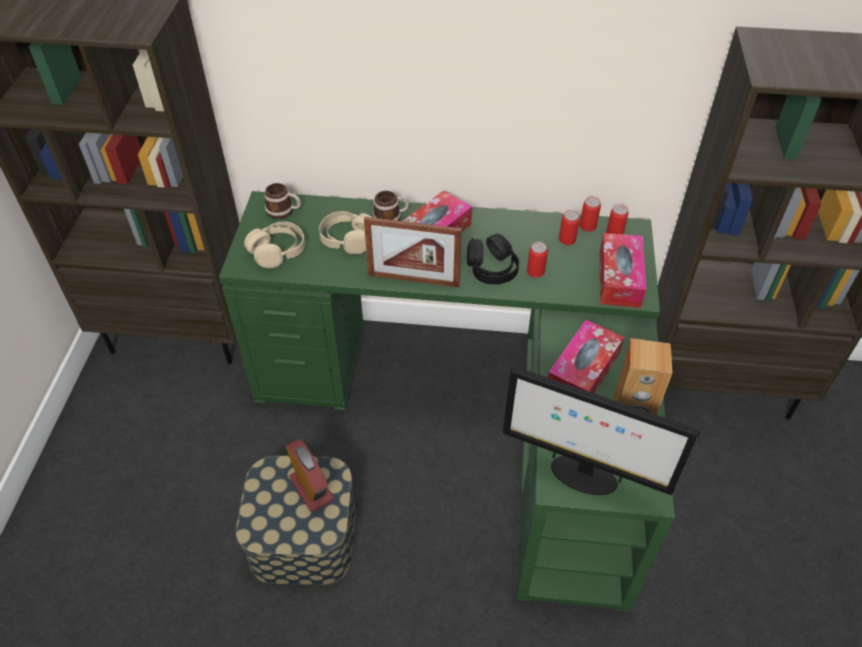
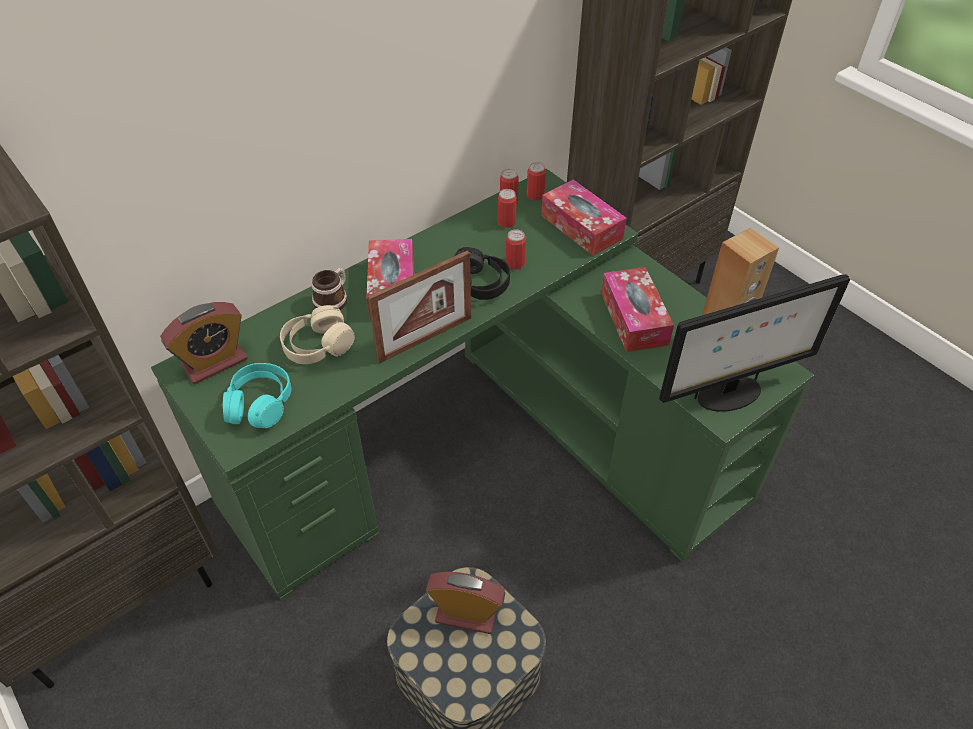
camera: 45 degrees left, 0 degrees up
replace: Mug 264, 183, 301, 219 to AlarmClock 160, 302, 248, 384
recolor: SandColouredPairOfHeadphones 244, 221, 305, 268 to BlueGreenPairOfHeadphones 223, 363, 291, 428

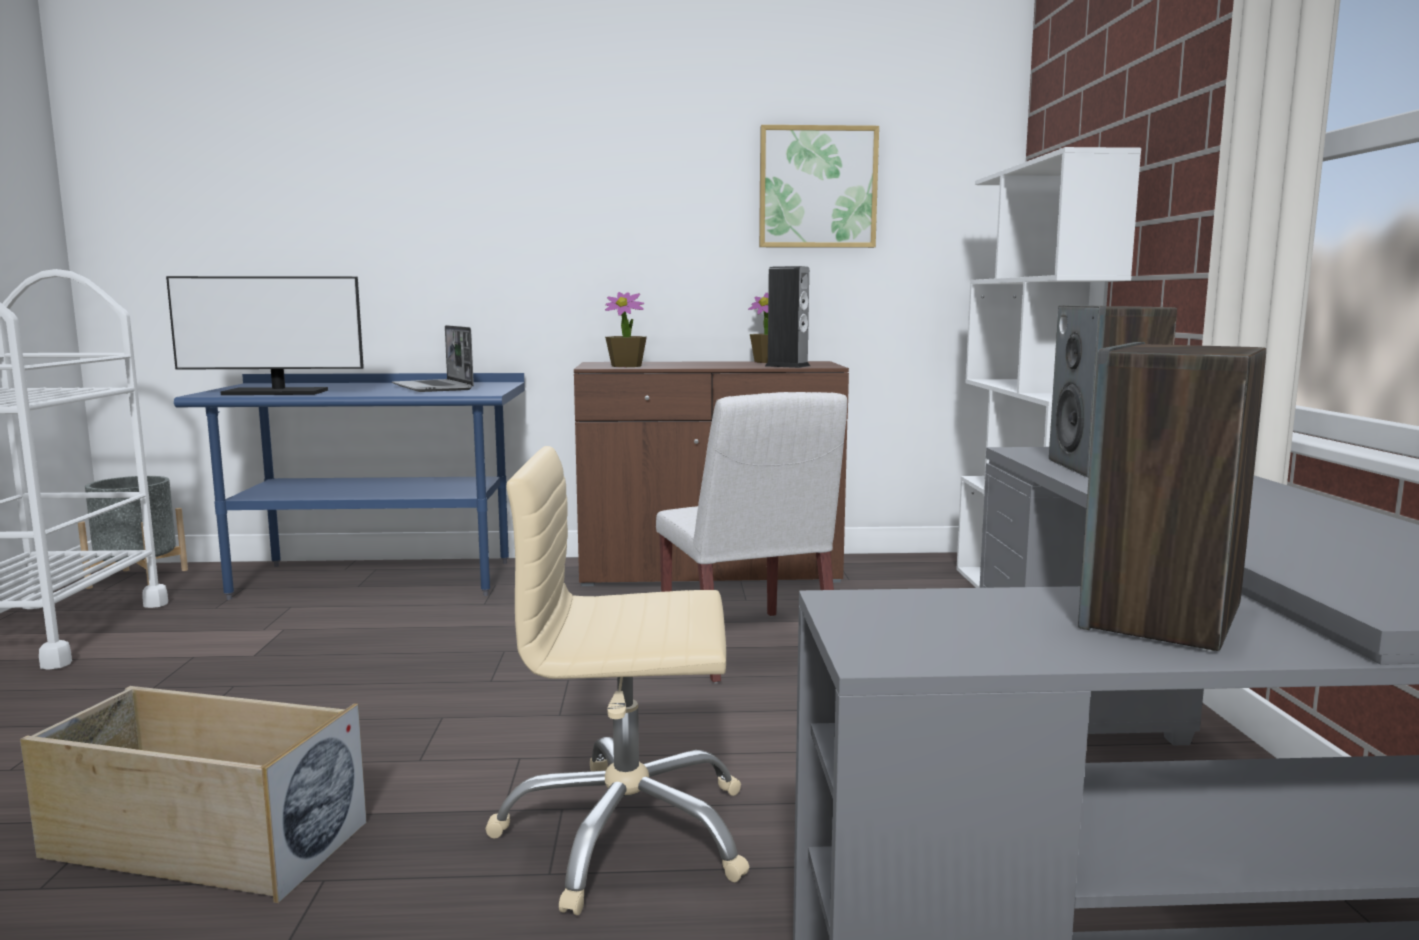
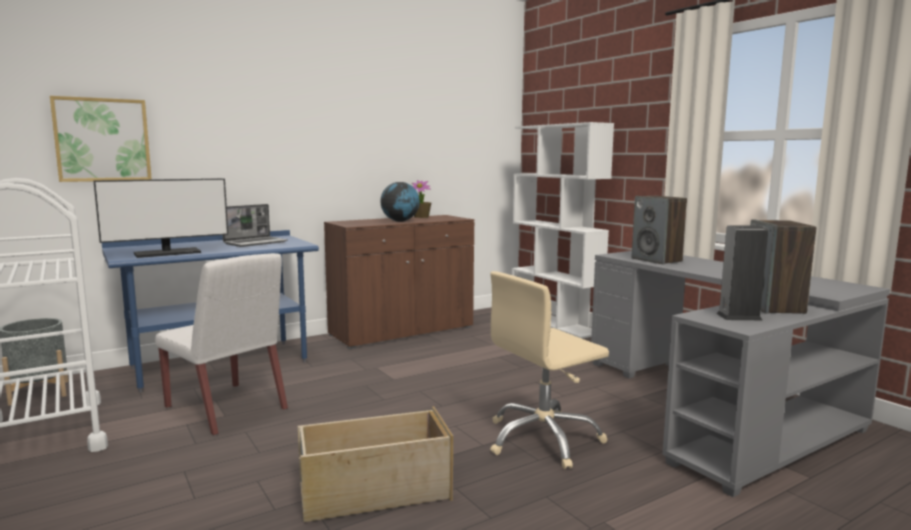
camera: 30 degrees left, 0 degrees up
delete: PottedPlant 605, 292, 647, 367
insert: Globe 380, 182, 420, 222
move: WhitePlainChair 656, 392, 847, 683 to 155, 253, 288, 436; WallArt 759, 125, 879, 248 to 50, 96, 152, 182; Speaker 765, 266, 810, 368 to 716, 225, 768, 320
rotate: PortableComputer 392, 325, 474, 392 = 223, 204, 288, 247 75 degrees counterclockwise

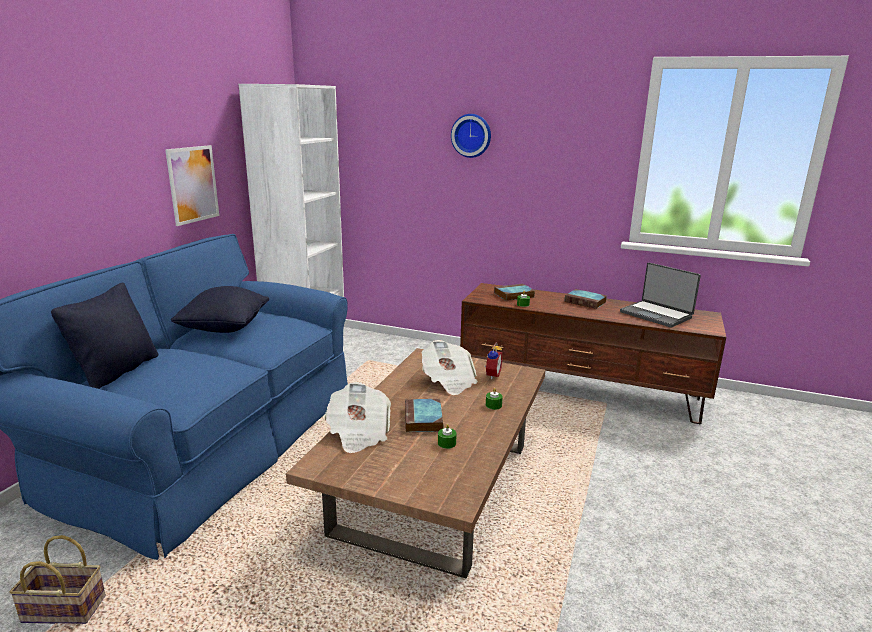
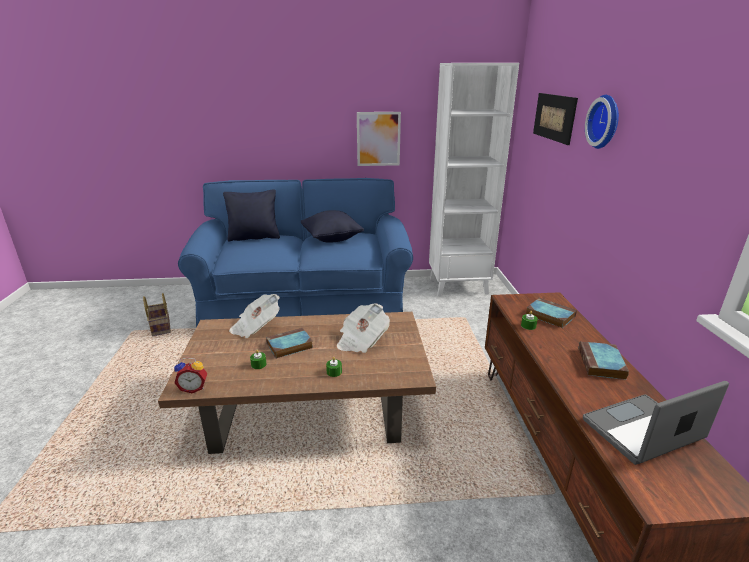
camera: 65 degrees right, 5 degrees up
insert: WallArt 533, 93, 578, 145
move: AlarmClock 484, 342, 502, 380 to 174, 357, 207, 393
rotate: PortableComputer 620, 263, 701, 328 = 583, 381, 729, 465 45 degrees clockwise

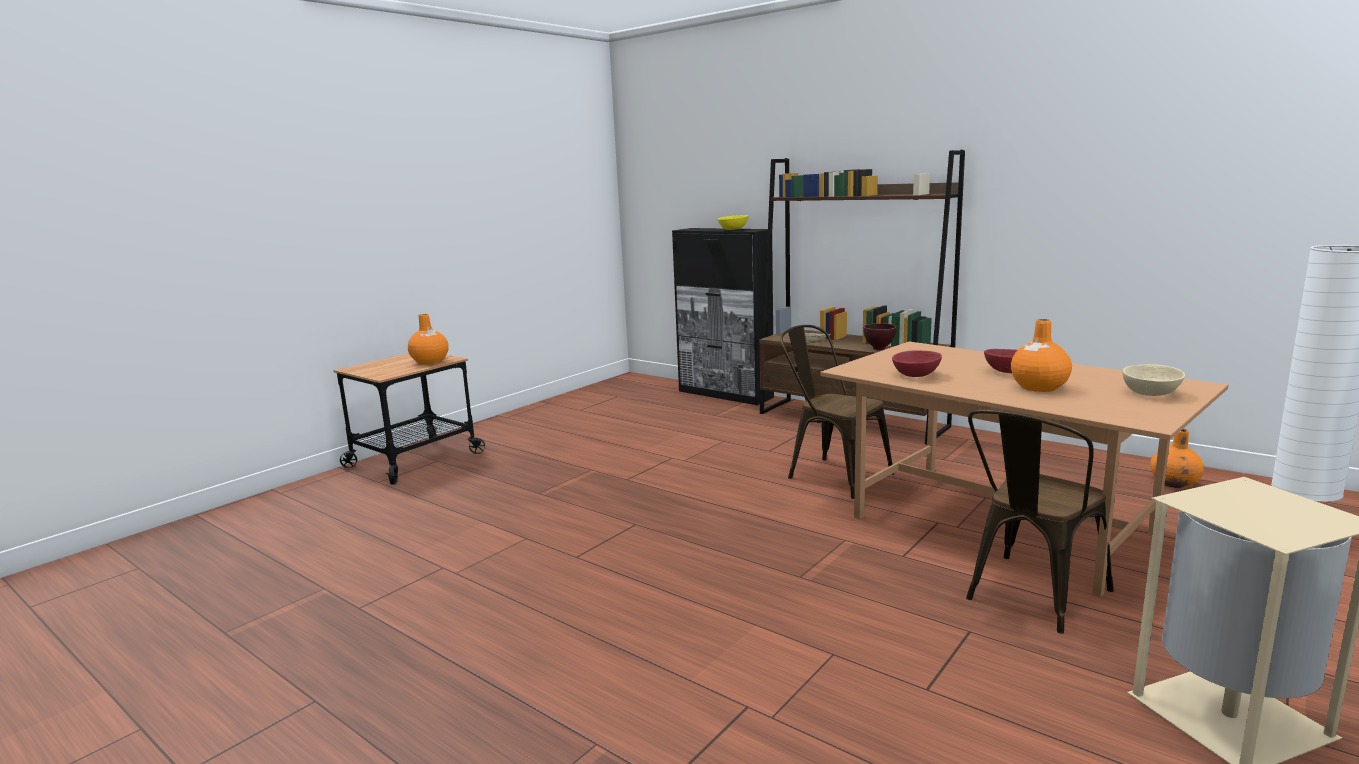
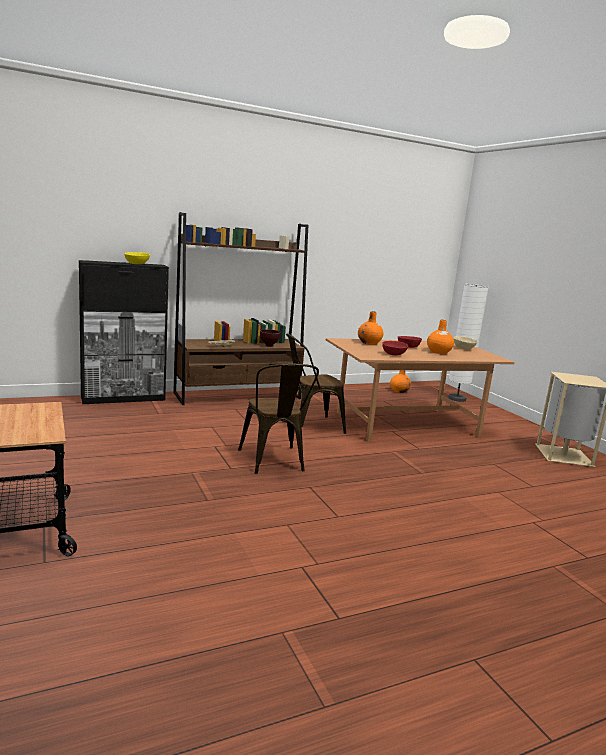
camera: 65 degrees left, 0 degrees up
move: OrangeyVase 408, 314, 449, 365 to 358, 311, 383, 345; BrownColouredPlainChair 966, 409, 1114, 634 to 238, 363, 319, 474

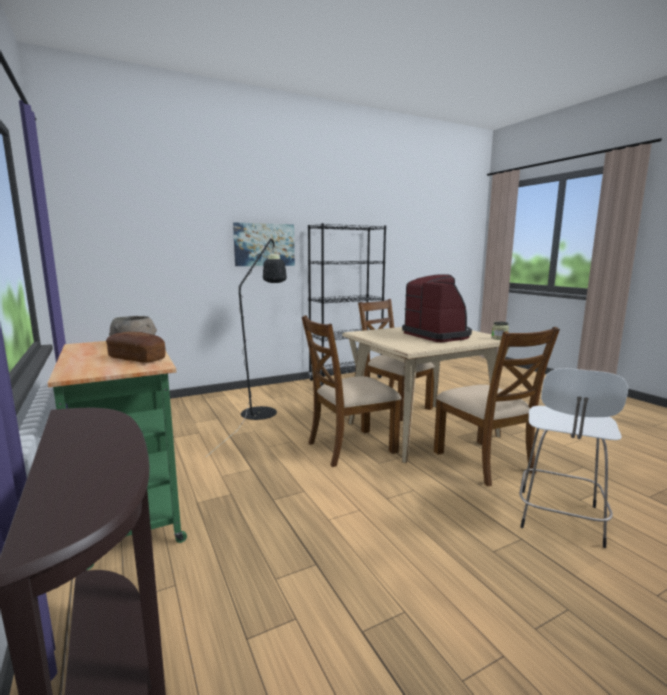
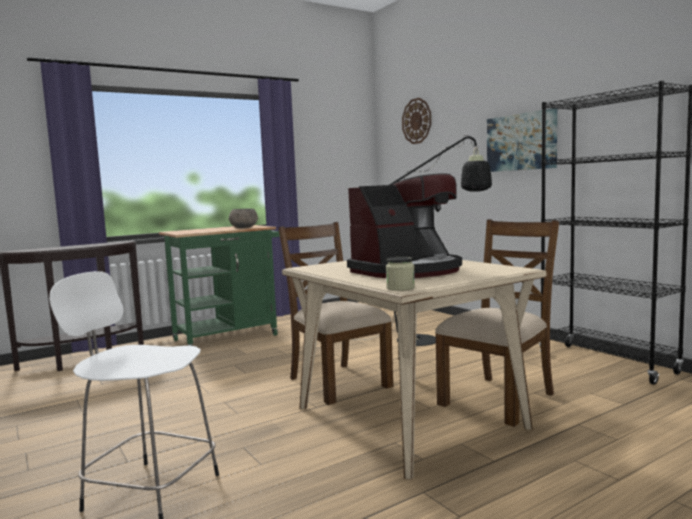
camera: 85 degrees right, 5 degrees down
delete: BakedBread 106, 332, 166, 363; BrownColouredPlainChair 434, 327, 560, 487
insert: ClockOnTheWall 402, 98, 431, 144

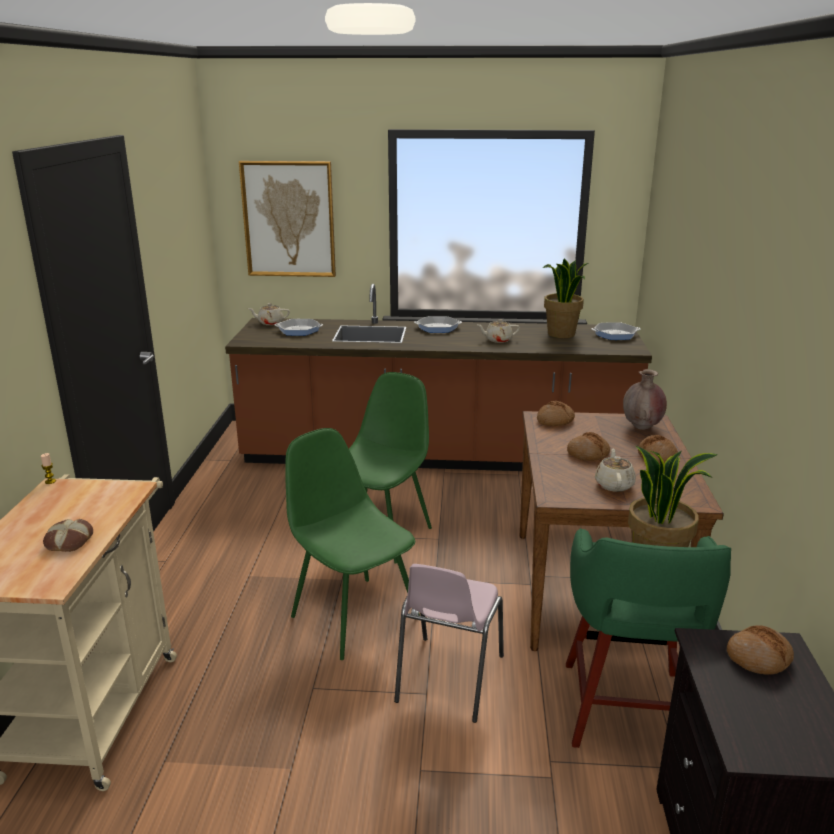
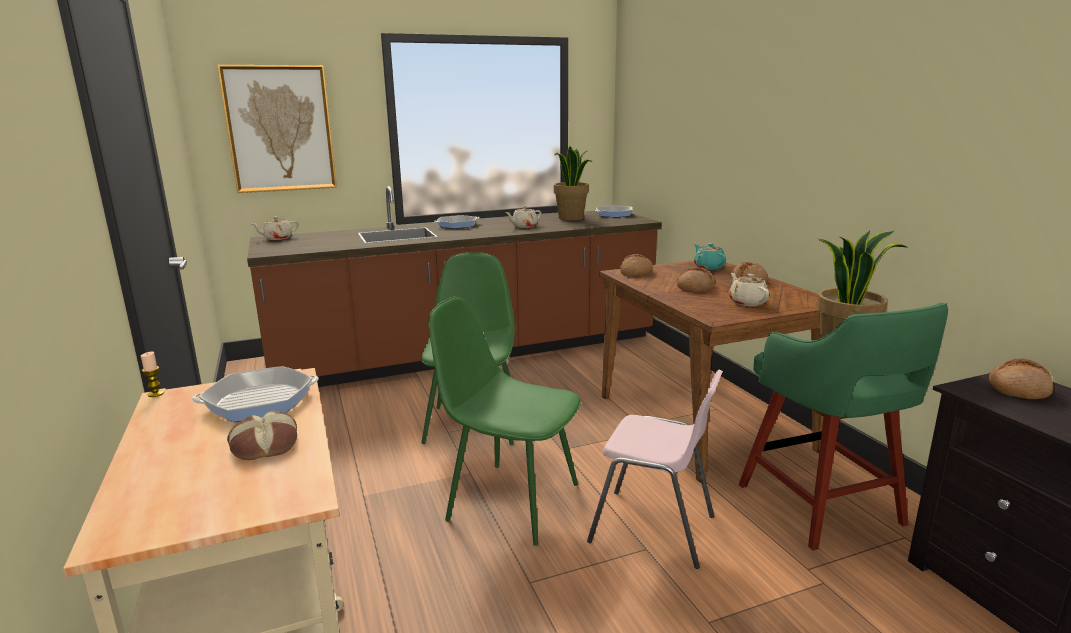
camera: 25 degrees left, 5 degrees down
move: Skillet 275, 319, 323, 336 to 192, 366, 319, 422
replace: BrownColouredVase 623, 369, 667, 430 to BlueGreenTeaPot 694, 243, 726, 270
rotate: PinkColouredPlainChair 394, 564, 504, 723 = 587, 369, 723, 569 60 degrees counterclockwise

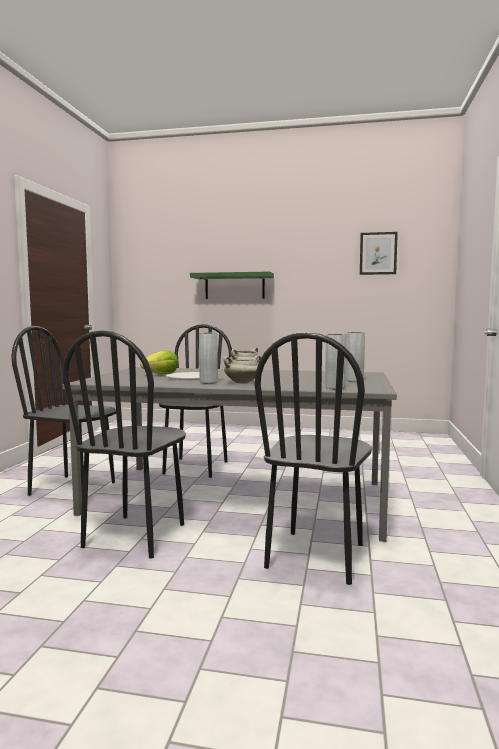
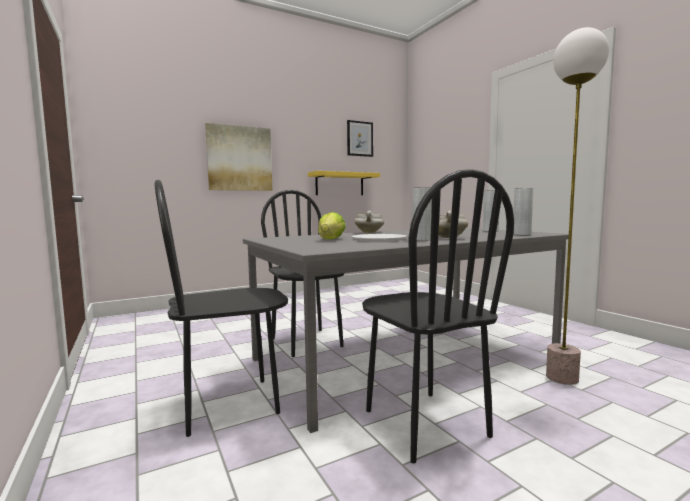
camera: 40 degrees left, 0 degrees up
insert: YellowShelf 308, 171, 380, 195
replace: GreenishShelf 190, 271, 274, 299 to WallArt 205, 123, 272, 191; BlackColouredPlainChair 255, 332, 372, 585 to FloorLamp 546, 27, 609, 385

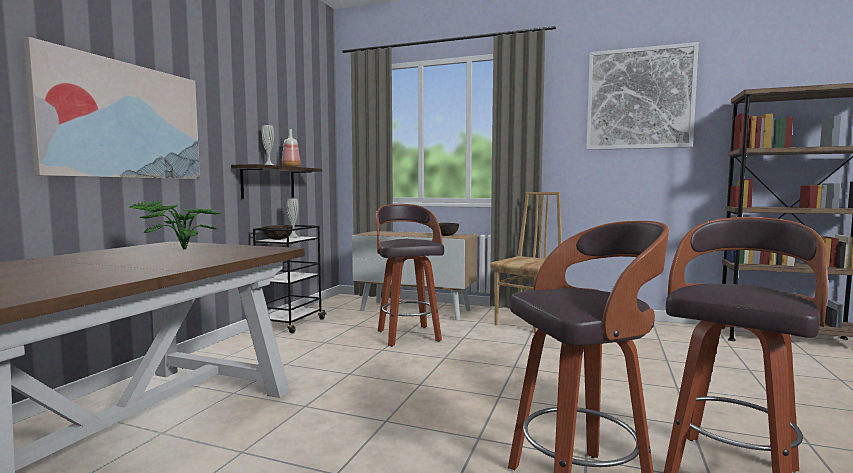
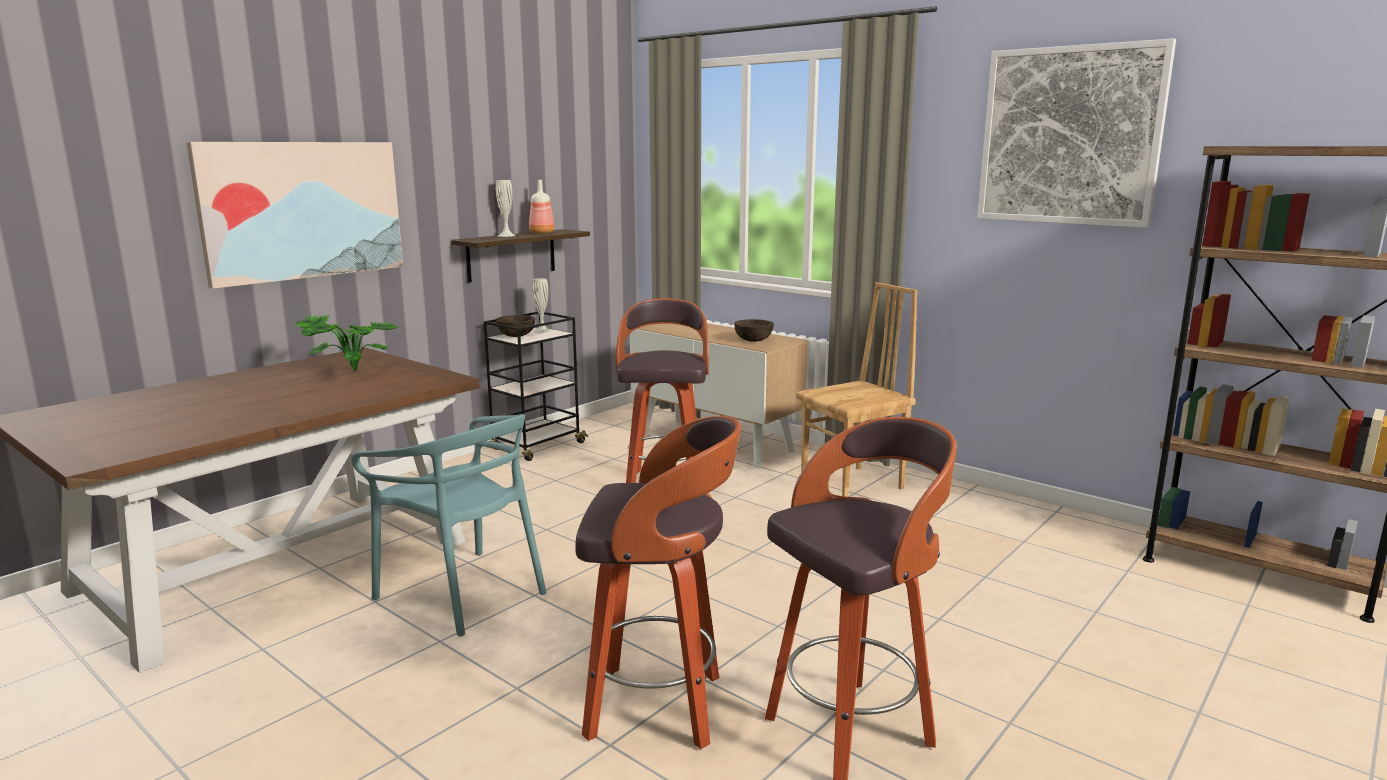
camera: 20 degrees right, 10 degrees up
insert: BlueGreenPlainChair 352, 414, 547, 636

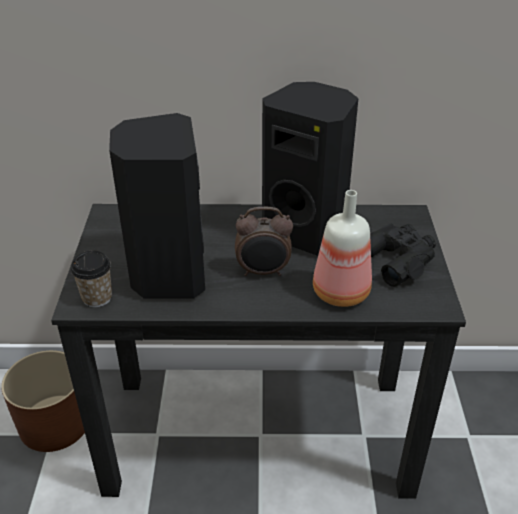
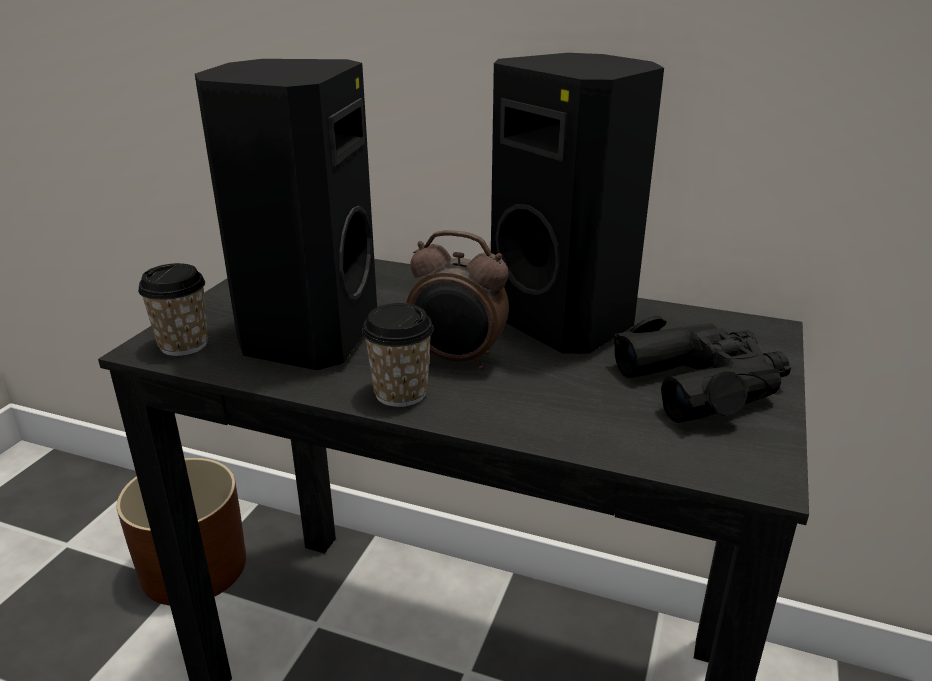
camera: 20 degrees right, 10 degrees down
delete: Bottle 313, 190, 372, 307
insert: SmallCup 362, 303, 433, 407

